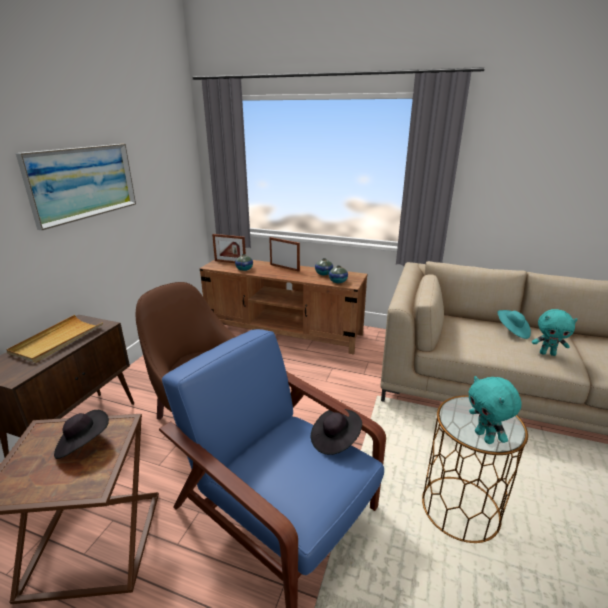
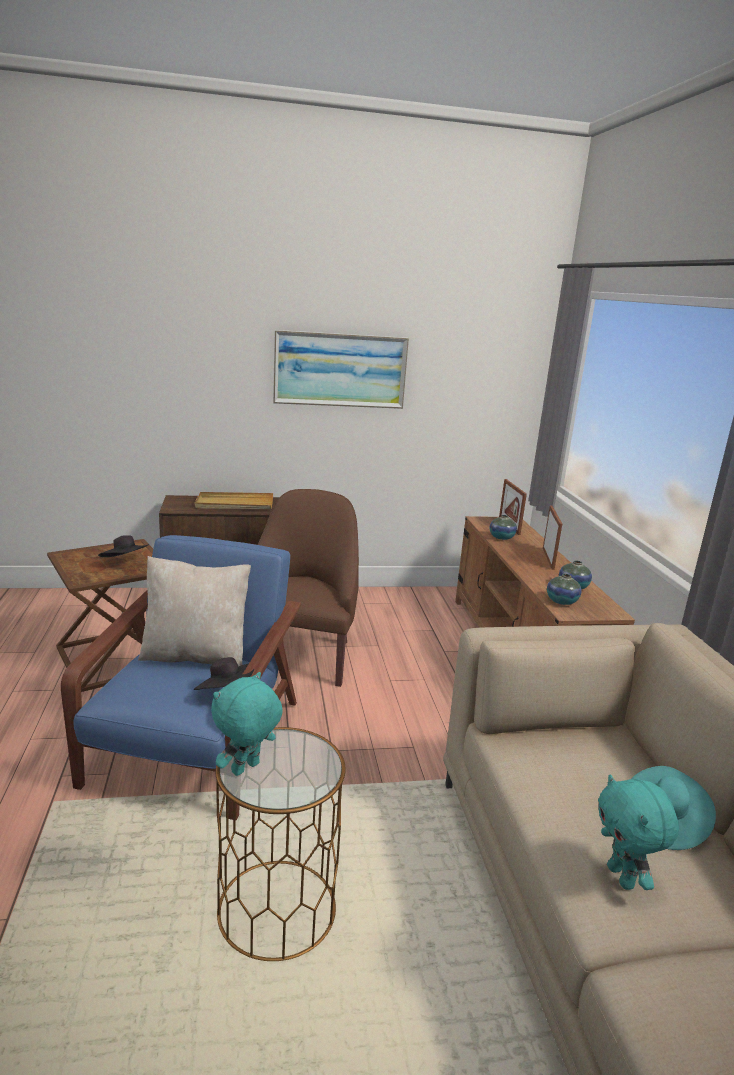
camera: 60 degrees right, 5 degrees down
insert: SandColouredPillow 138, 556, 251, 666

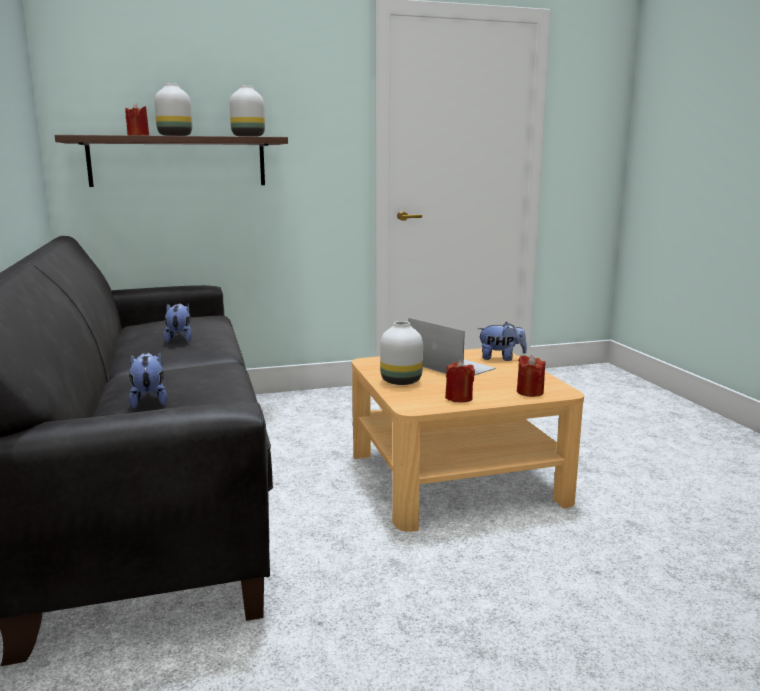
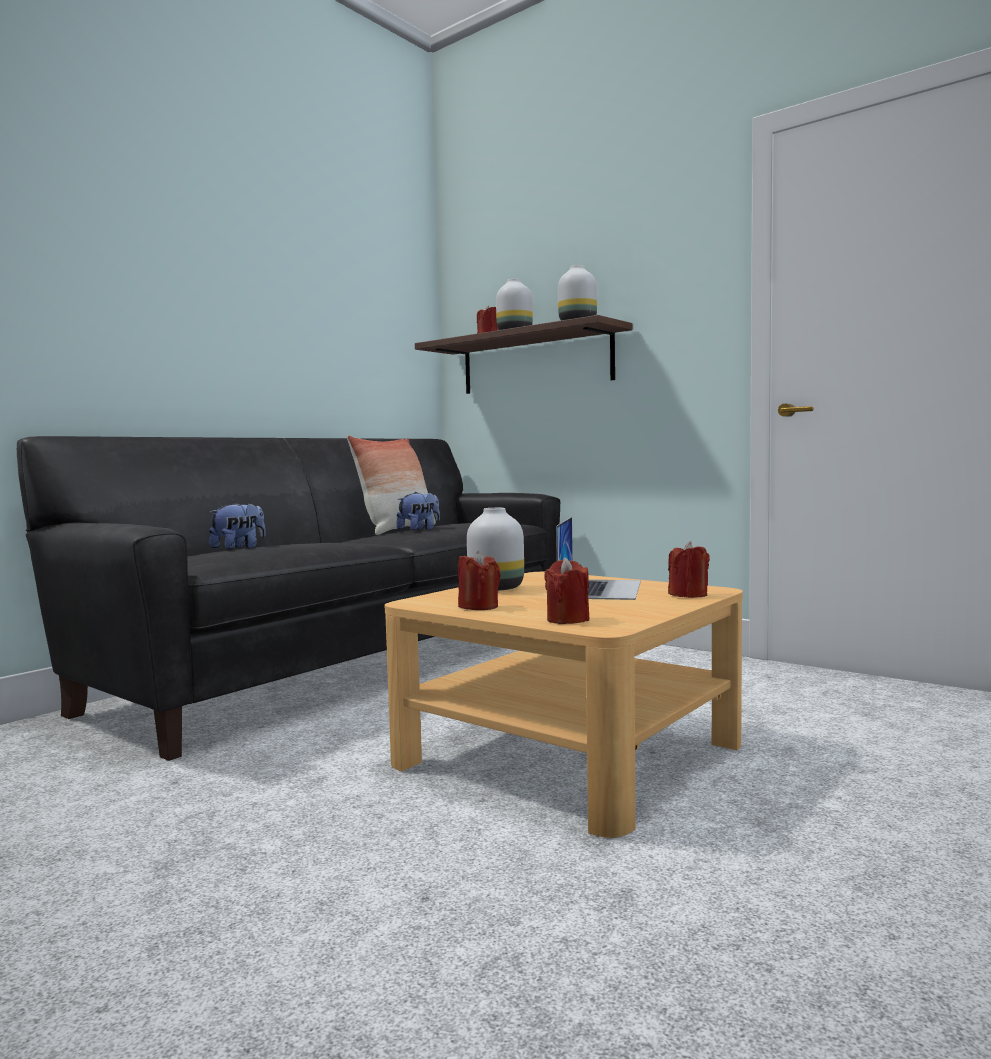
camera: 55 degrees right, 10 degrees down
insert: Pillow 347, 436, 436, 535
replace: SoftToy 477, 322, 527, 361 to ReddishWaxLight 668, 541, 710, 598

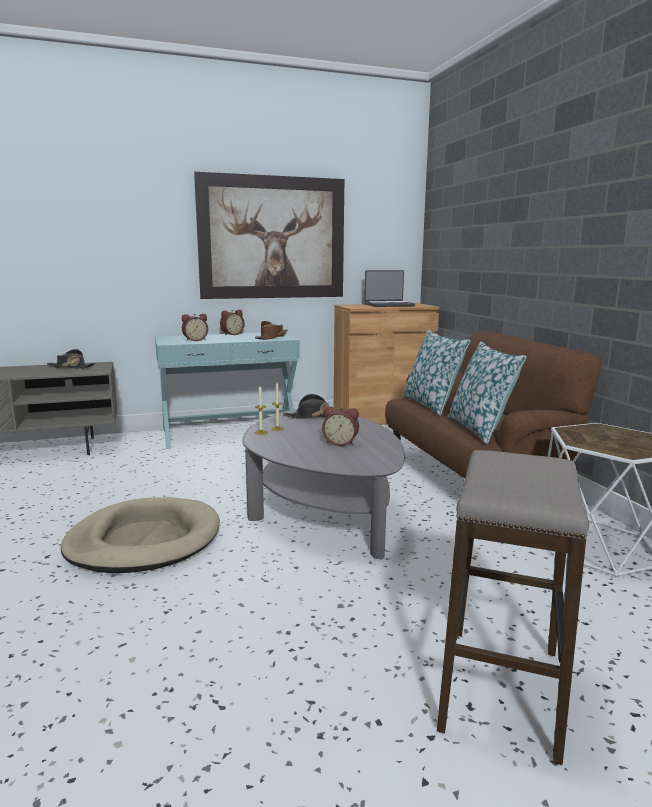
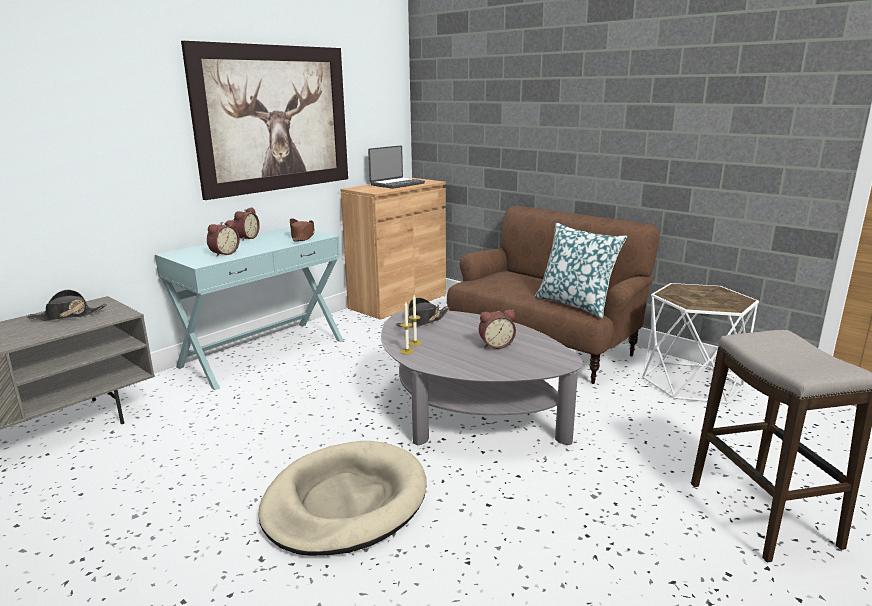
camera: 30 degrees left, 5 degrees up
delete: Pillow 402, 330, 471, 416

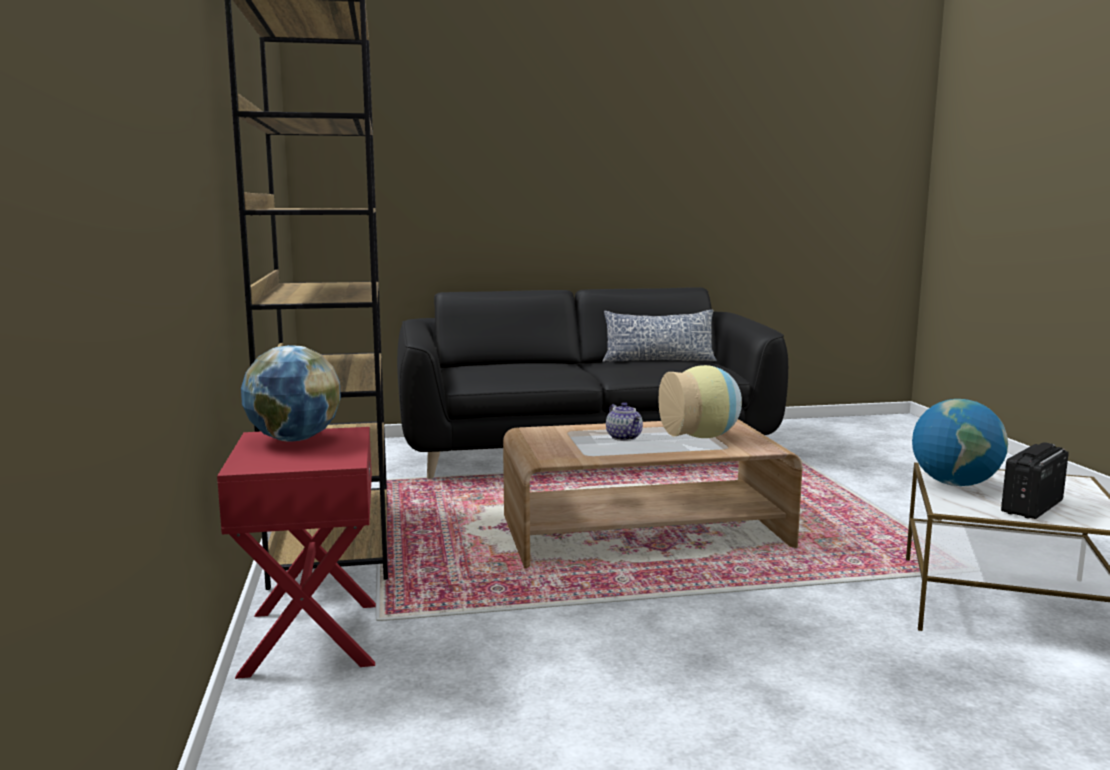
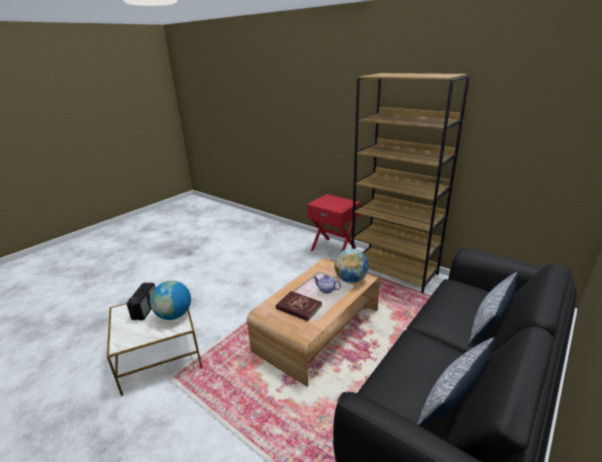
camera: 140 degrees right, 15 degrees up
insert: Pillow 469, 272, 518, 343
move: Globe 241, 345, 341, 441 to 334, 249, 369, 283
replace: Vase 659, 365, 742, 438 to ReddishBoundBook 276, 291, 322, 321

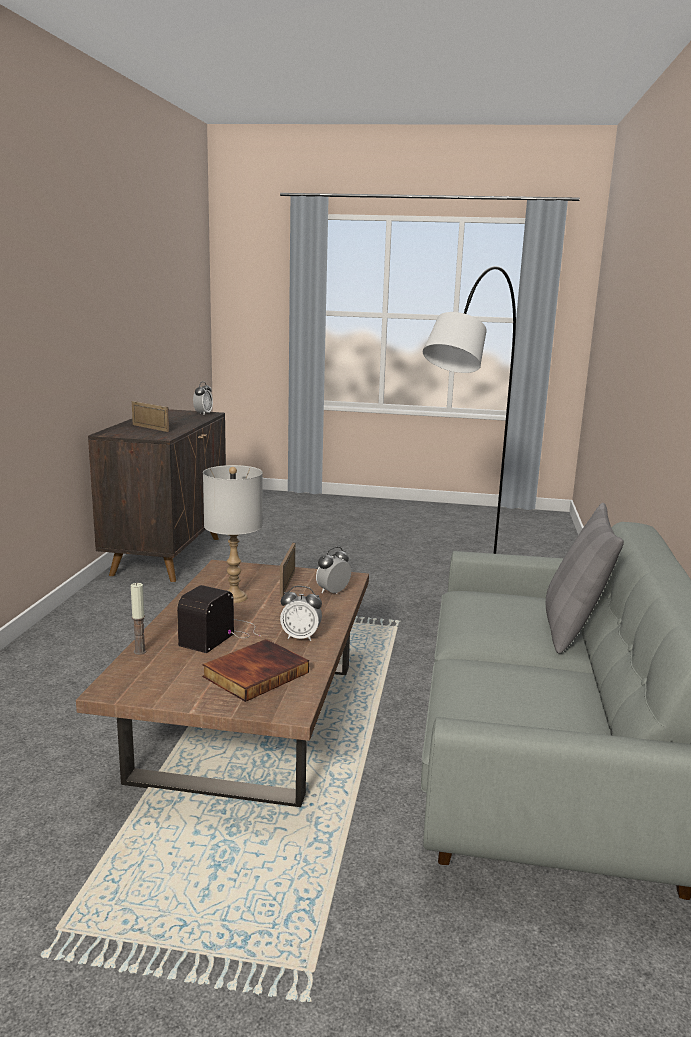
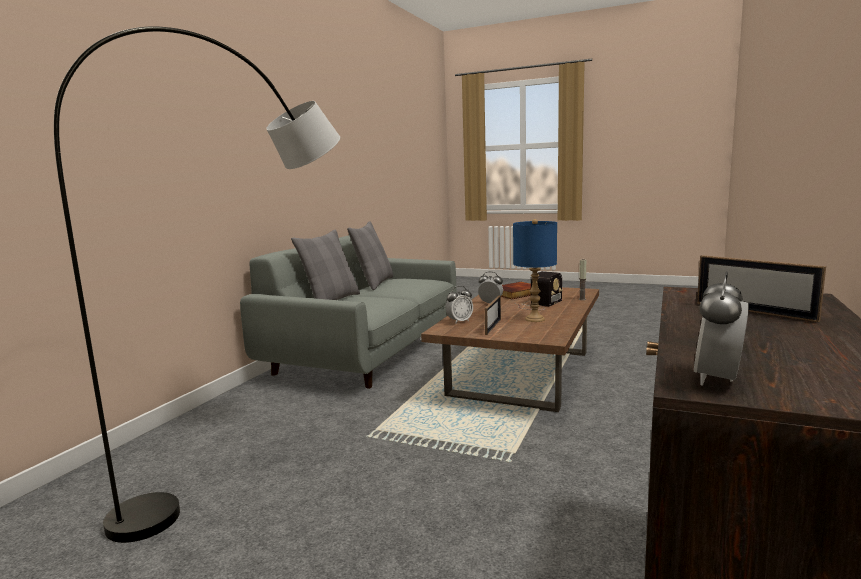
camera: 165 degrees left, 5 degrees down
insert: GreyPillow 347, 221, 393, 290
recolor: GreyTableLamp 203, 465, 263, 603 to BluishTableLamp 513, 219, 557, 322

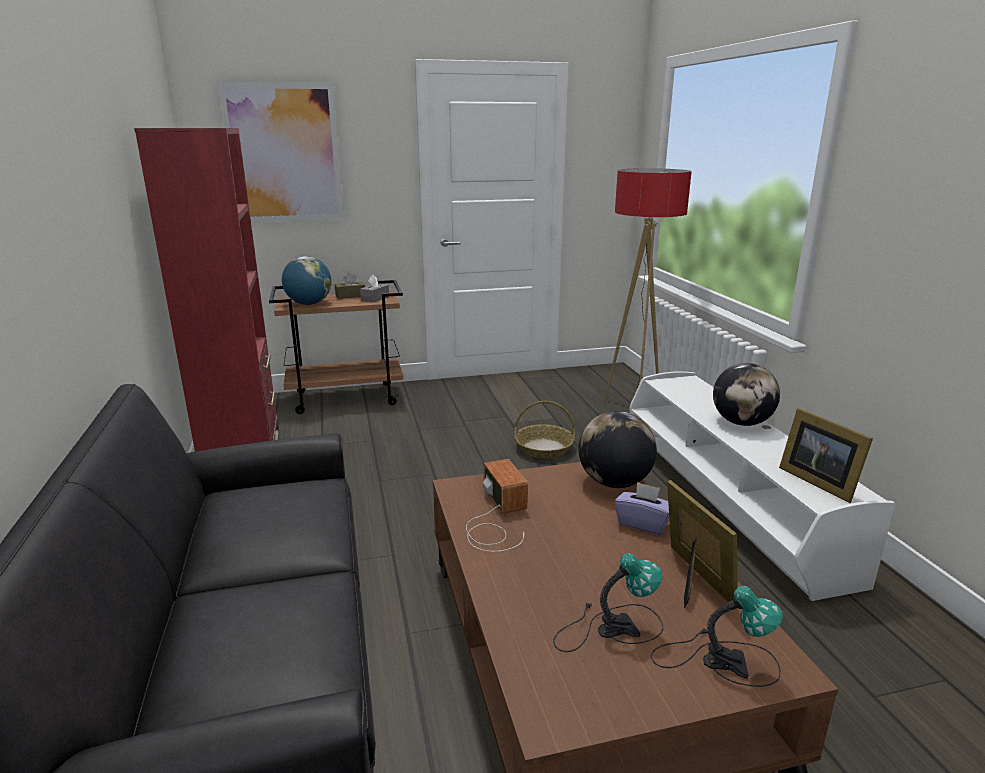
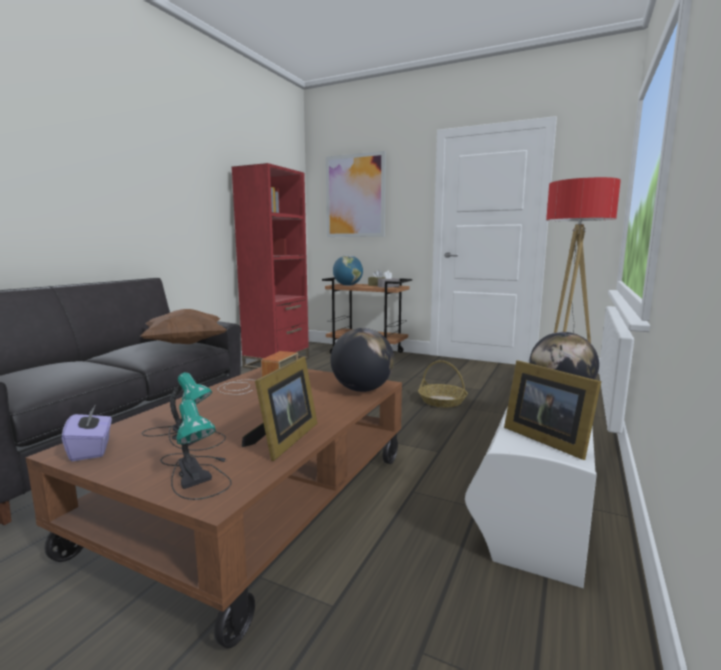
camera: 40 degrees right, 10 degrees down
insert: BrownColouredPillow 141, 309, 226, 344
move: PurpleColouredTissueHolder 615, 482, 669, 535 to 62, 404, 112, 461
rotate: StandingFrame 779, 408, 873, 503 = 504, 360, 601, 460 45 degrees counterclockwise

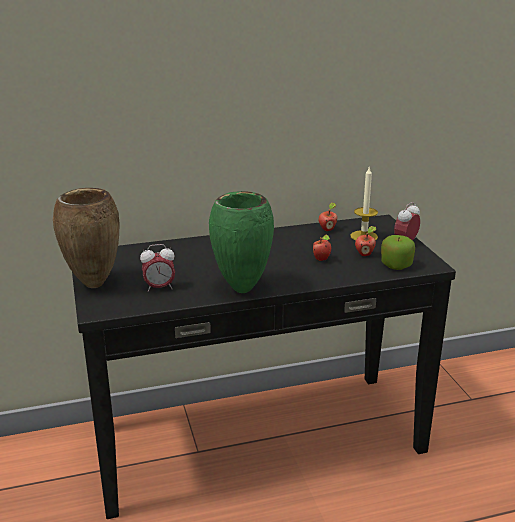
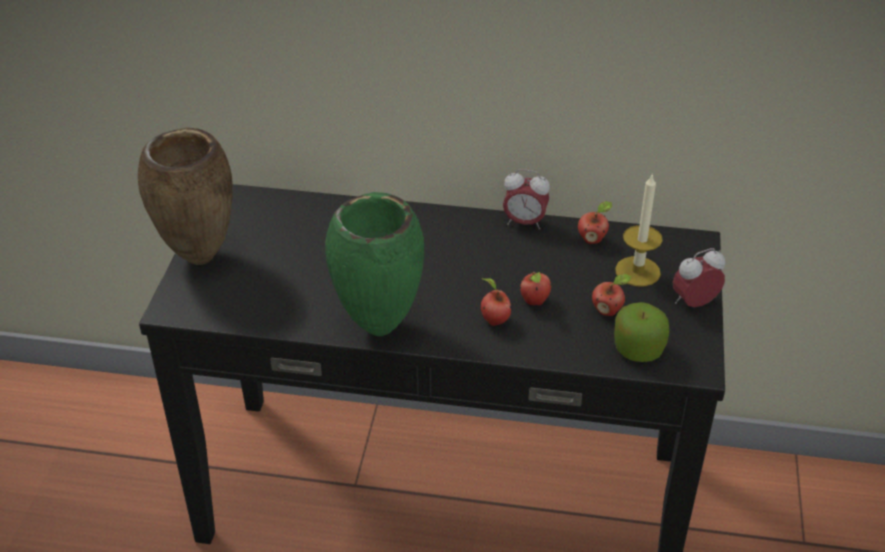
camera: 25 degrees right, 15 degrees up
insert: Apple 481, 278, 511, 326
move: AlarmClock 140, 244, 175, 292 to 503, 169, 550, 230

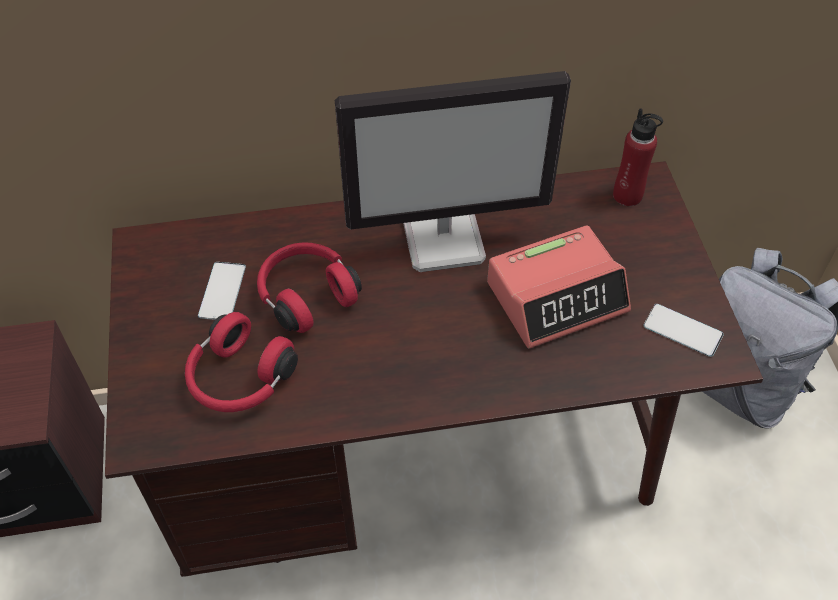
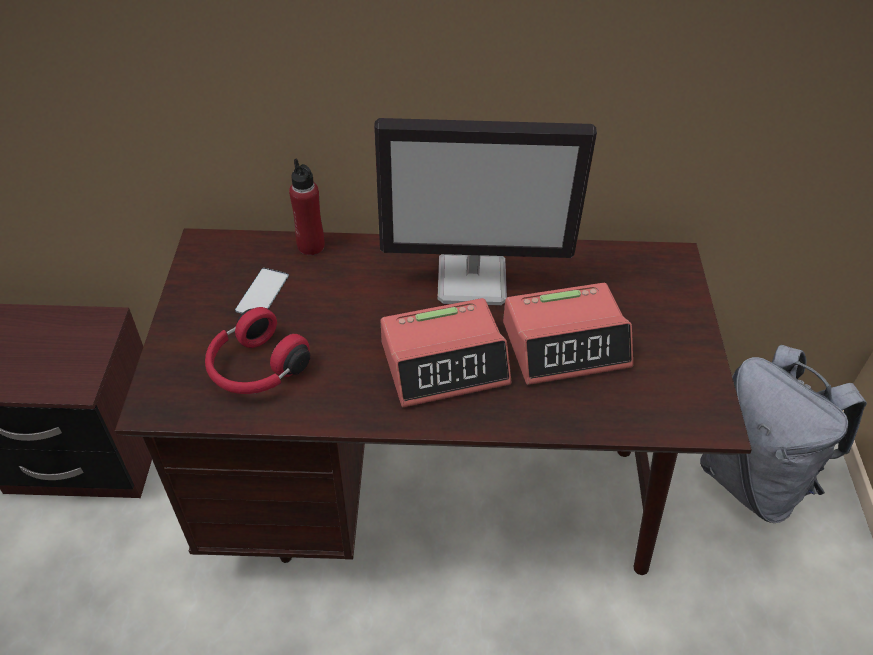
camera: 10 degrees right, 5 degrees down
delete: ReddishPairOfHeadphones 257, 243, 362, 333; Handset 643, 304, 724, 357
insert: AlarmClock 381, 298, 511, 407
move: ReddishBottle 613, 108, 663, 206 to 289, 159, 325, 255

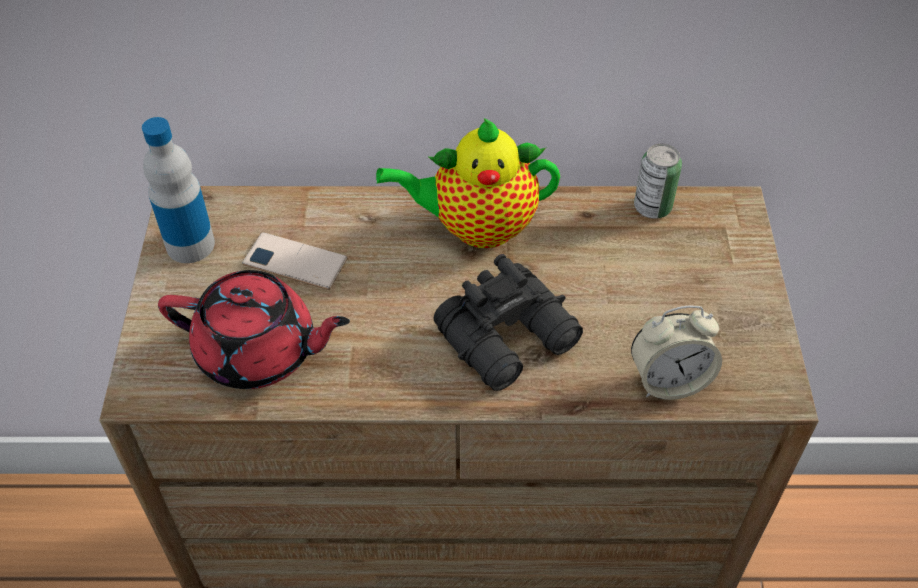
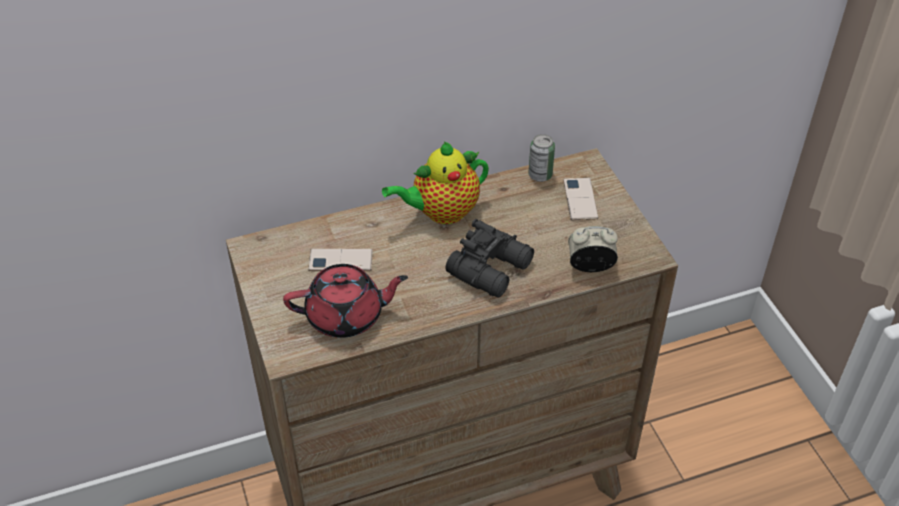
camera: 20 degrees left, 5 degrees down
delete: Bottle 142, 117, 215, 263
insert: Handset 563, 178, 598, 220
rotate: AlarmClock 631, 306, 722, 400 = 568, 226, 618, 272 150 degrees counterclockwise

